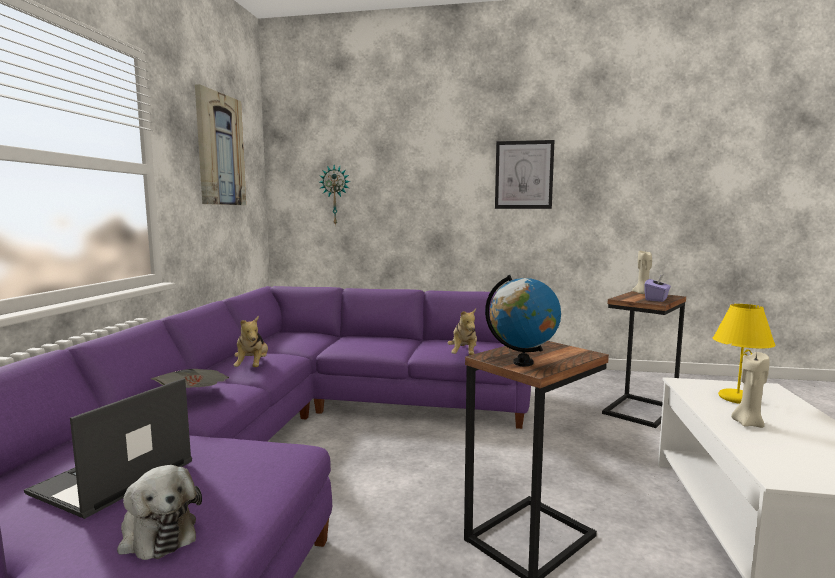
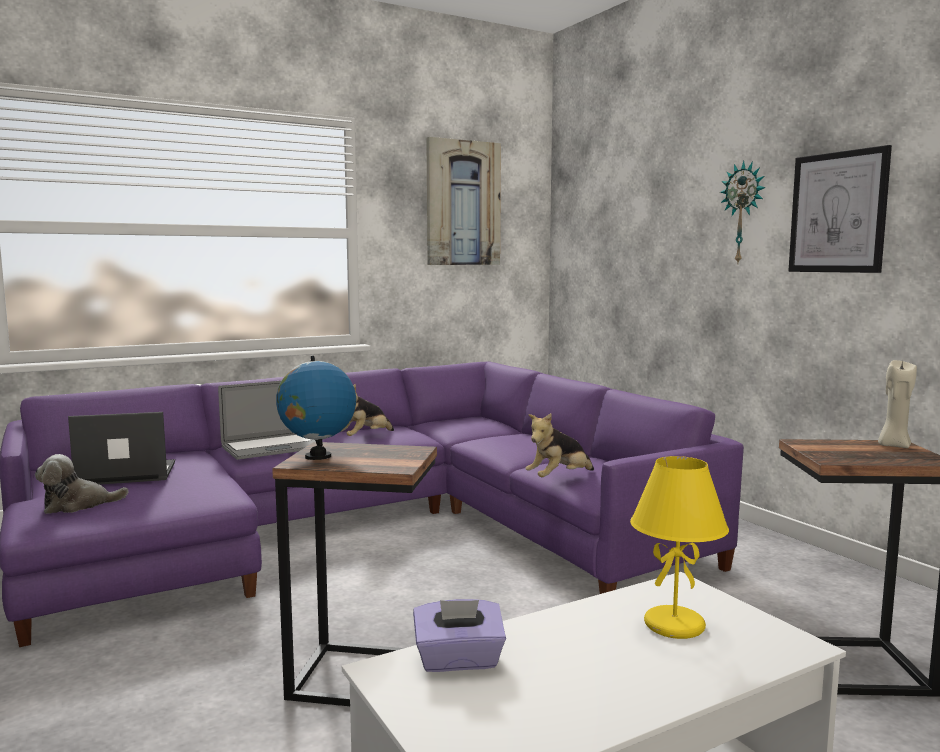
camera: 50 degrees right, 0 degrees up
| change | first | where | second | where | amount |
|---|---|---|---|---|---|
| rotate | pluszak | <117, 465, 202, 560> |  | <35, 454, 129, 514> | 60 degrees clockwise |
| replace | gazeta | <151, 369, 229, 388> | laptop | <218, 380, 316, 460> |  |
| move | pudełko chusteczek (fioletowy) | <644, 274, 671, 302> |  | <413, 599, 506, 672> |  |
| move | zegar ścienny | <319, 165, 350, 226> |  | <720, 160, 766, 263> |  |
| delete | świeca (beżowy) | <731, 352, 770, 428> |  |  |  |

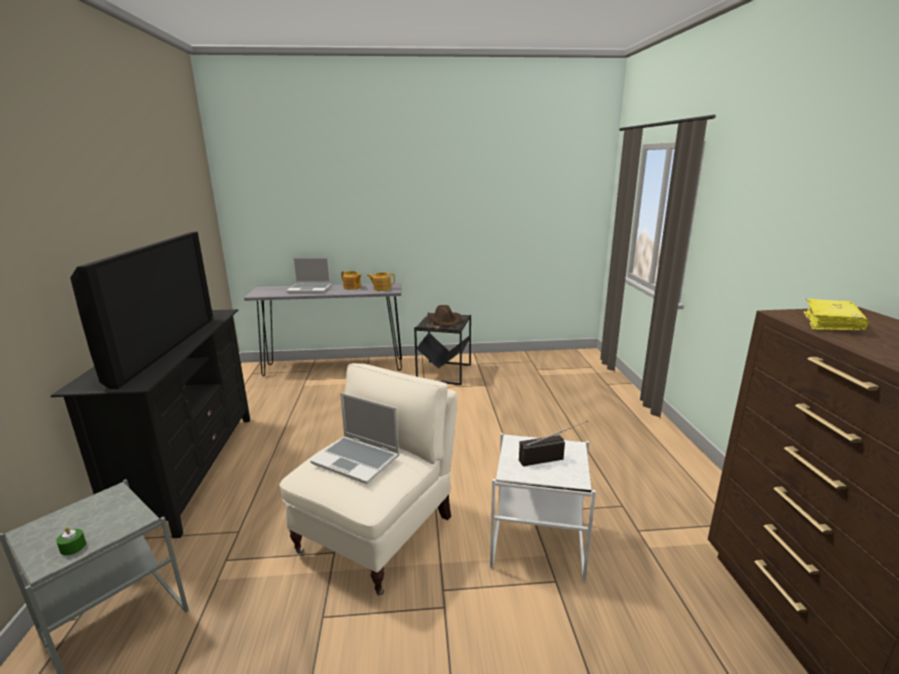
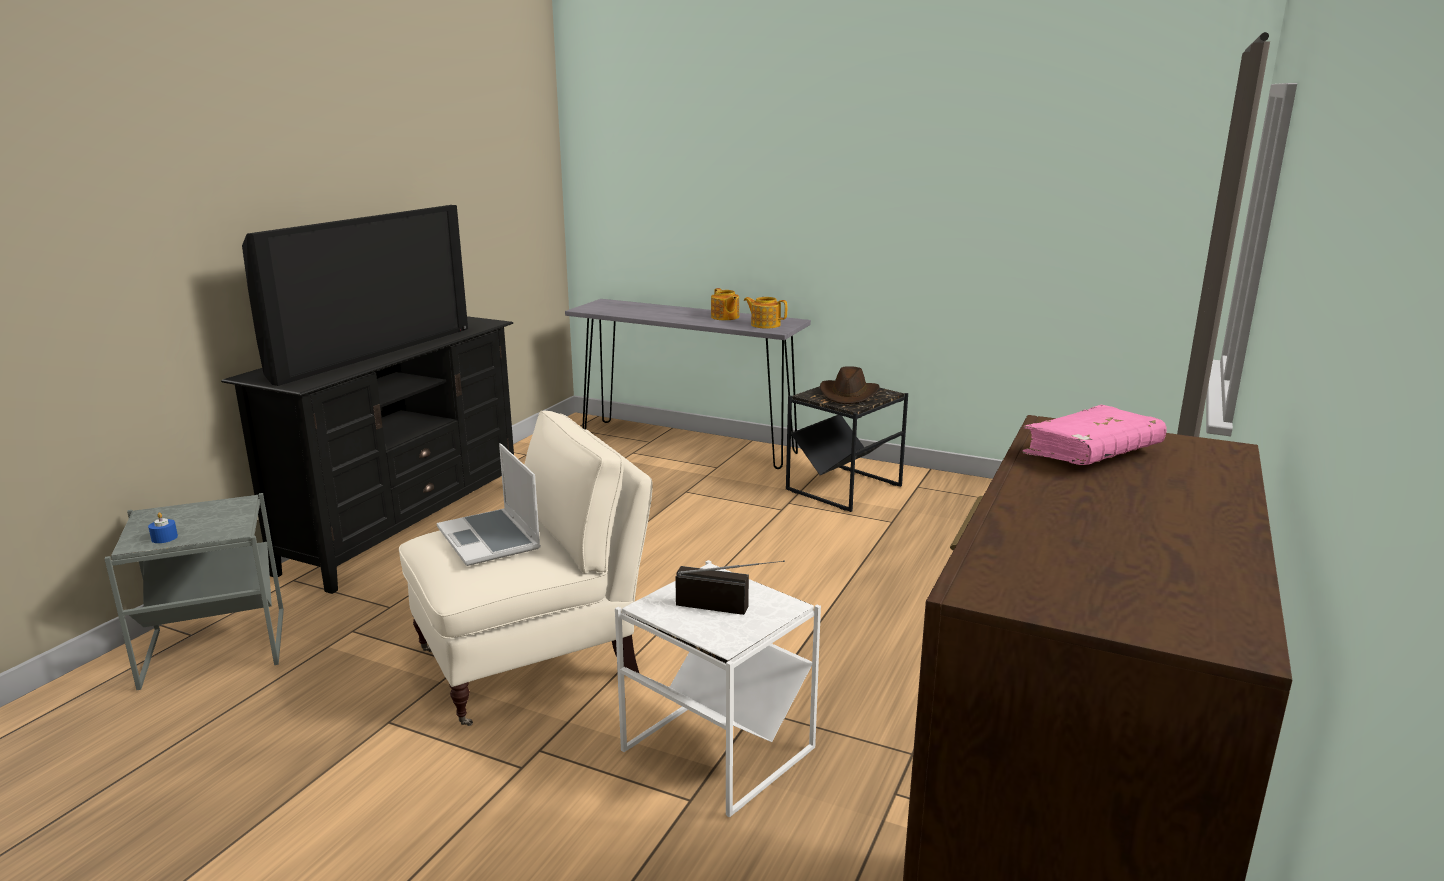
camera: 30 degrees right, 0 degrees up
| change | first | where | second | where | amount |
|---|---|---|---|---|---|
| recolor | świeca (zielony) | <56, 527, 86, 556> | świeca (niebieski) | <148, 512, 178, 543> |  |
| recolor | książka (żółty) | <803, 299, 869, 331> | książka (różowy) | <1023, 405, 1167, 465> |  |
| delete | laptop | <286, 257, 331, 293> |  |  |  |

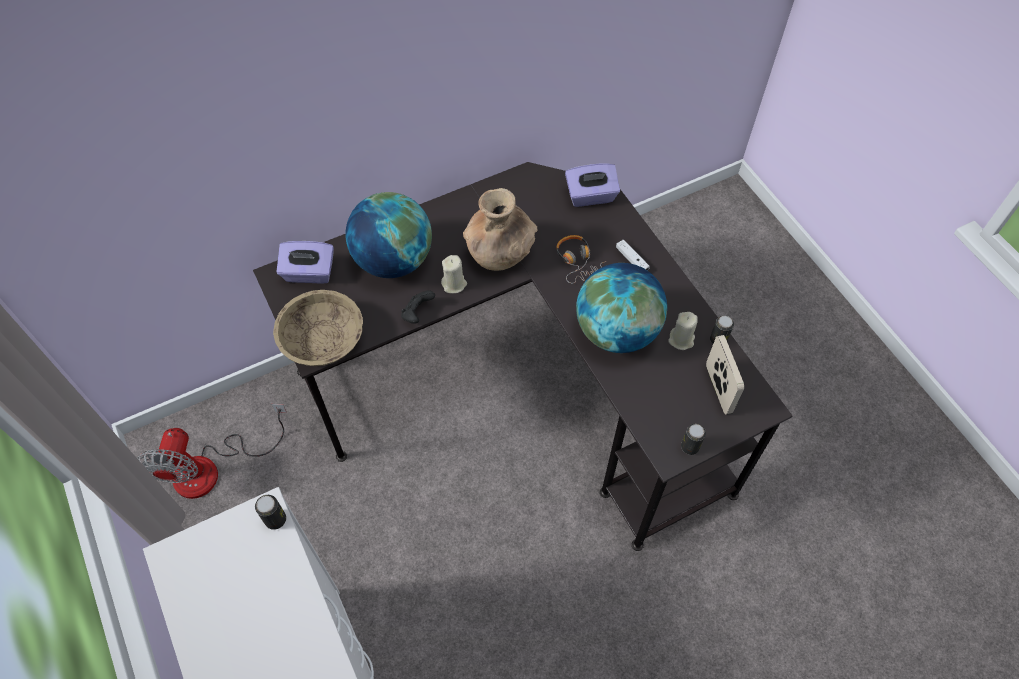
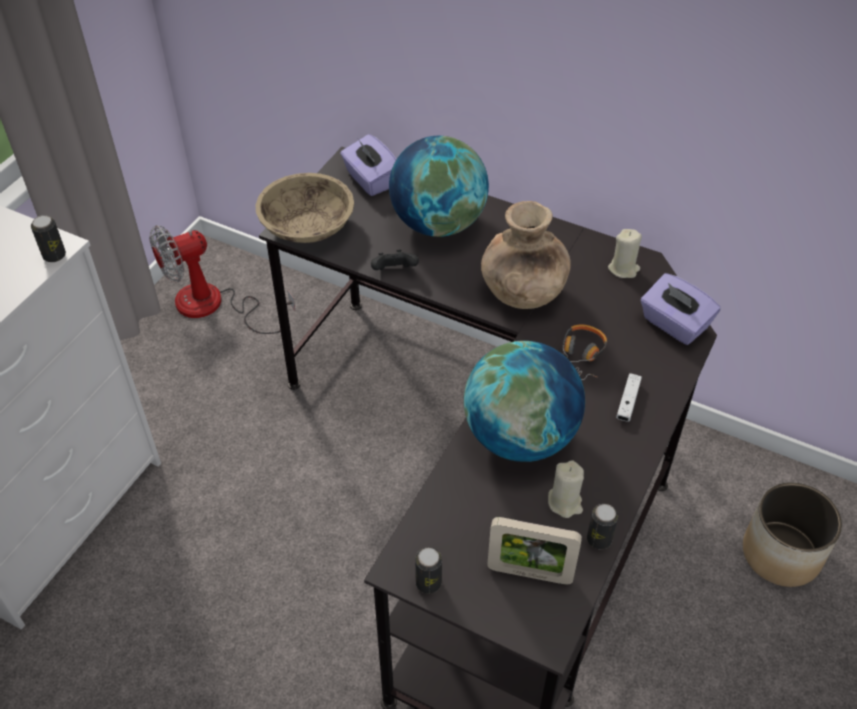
camera: 55 degrees right, 10 degrees down
| change | first | where | second | where | amount |
|---|---|---|---|---|---|
| rotate | ramka na zdjęcie | <706, 335, 744, 415> |  | <487, 517, 582, 585> | 60 degrees clockwise |
| move | świeca (beżowy) | <441, 255, 467, 293> |  | <608, 229, 642, 278> |  |
| insert |  |  | donica | <743, 482, 842, 587> |  |

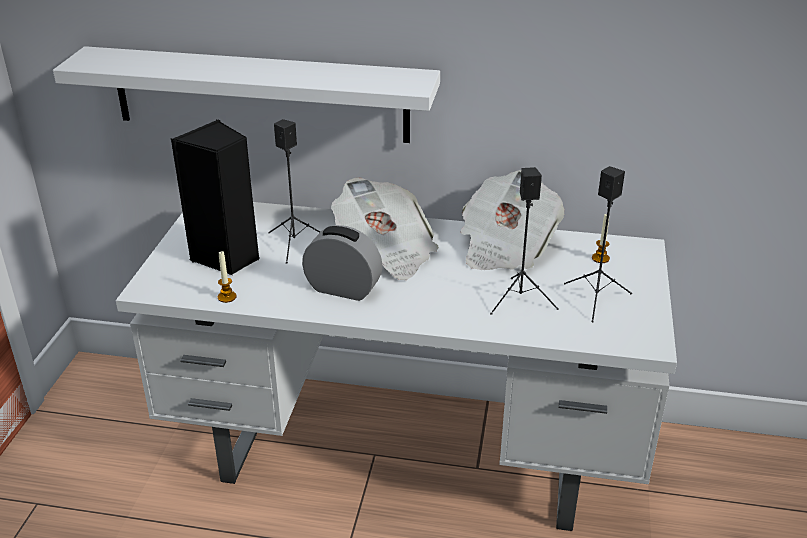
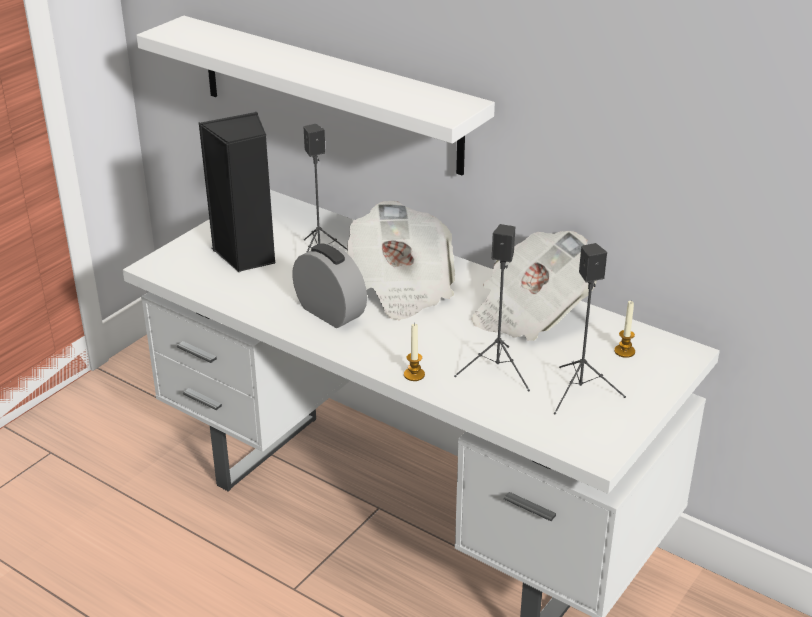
camera: 25 degrees right, 0 degrees up
| change | first | where | second | where | amount |
|---|---|---|---|---|---|
| move | świeca | <218, 251, 237, 303> |  | <404, 323, 425, 381> |  |

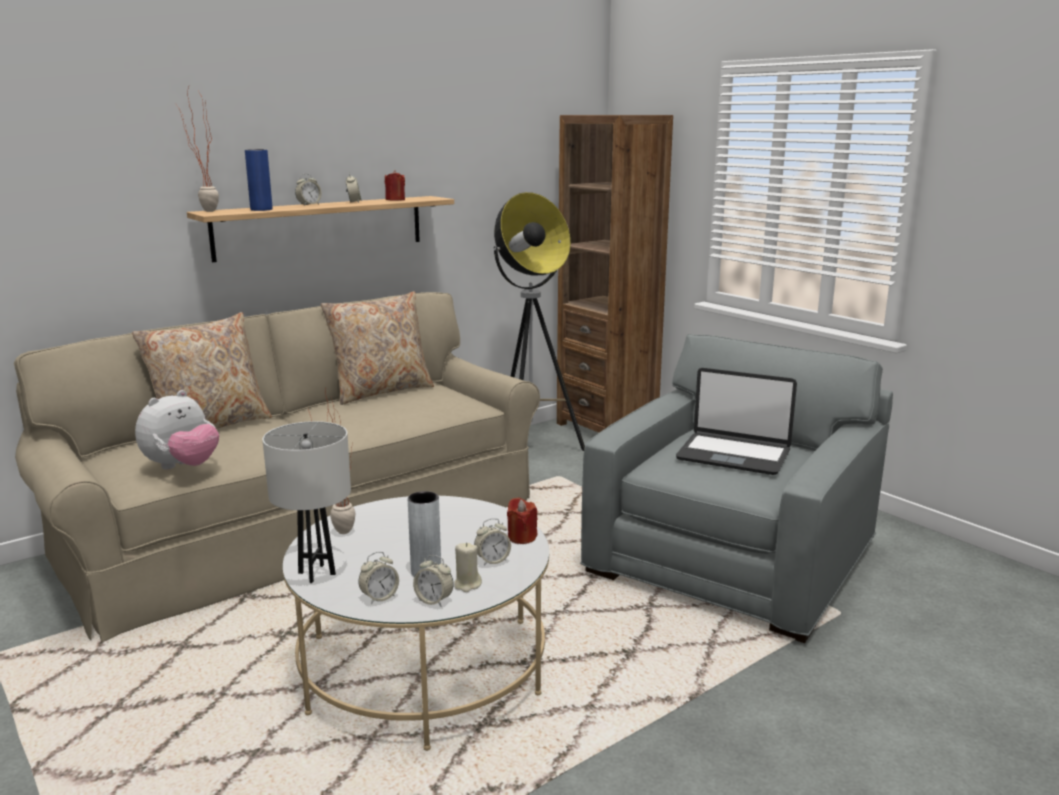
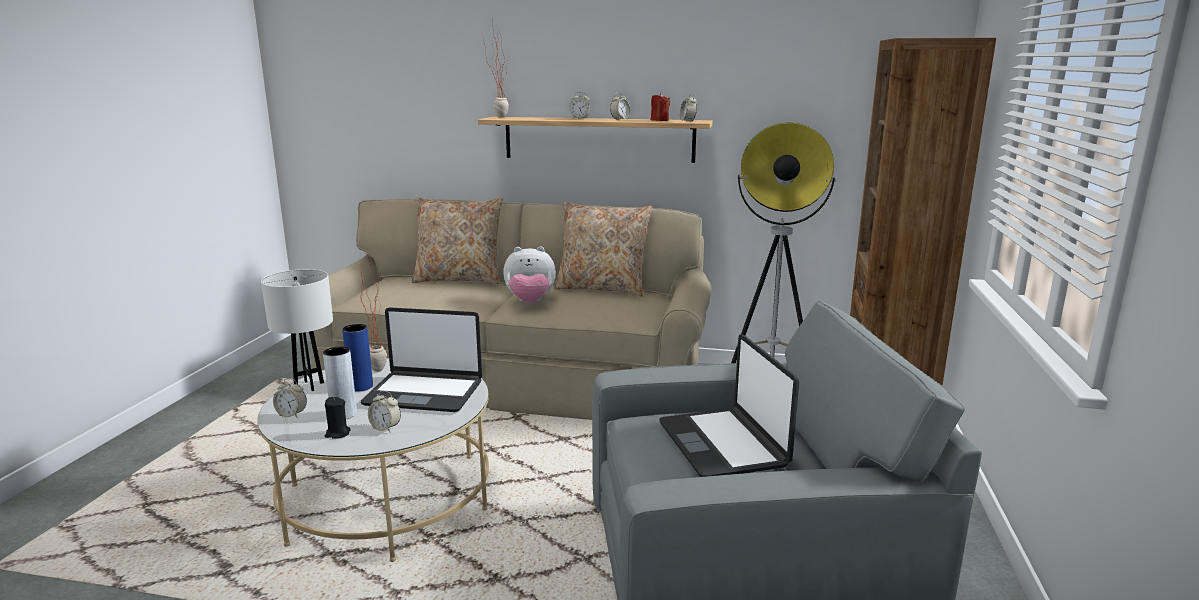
camera: 50 degrees right, 0 degrees up
| change | first | where | second | where | amount |
|---|---|---|---|---|---|
| recolor | świeca (beżowy) | <454, 543, 482, 592> | świeca (czarny) | <325, 397, 351, 439> |  |
| move | wazon (niebieski) | <245, 149, 273, 211> |  | <342, 324, 373, 391> |  |
| insert |  |  | laptop | <361, 307, 482, 412> |  |
| move | pluszak | <135, 390, 219, 470> |  | <503, 246, 556, 303> |  |
| move | budzik | <413, 555, 454, 606> |  | <680, 93, 697, 122> |  |
| delete | świeca (czerwony) | <507, 498, 538, 544> |  |  |  |

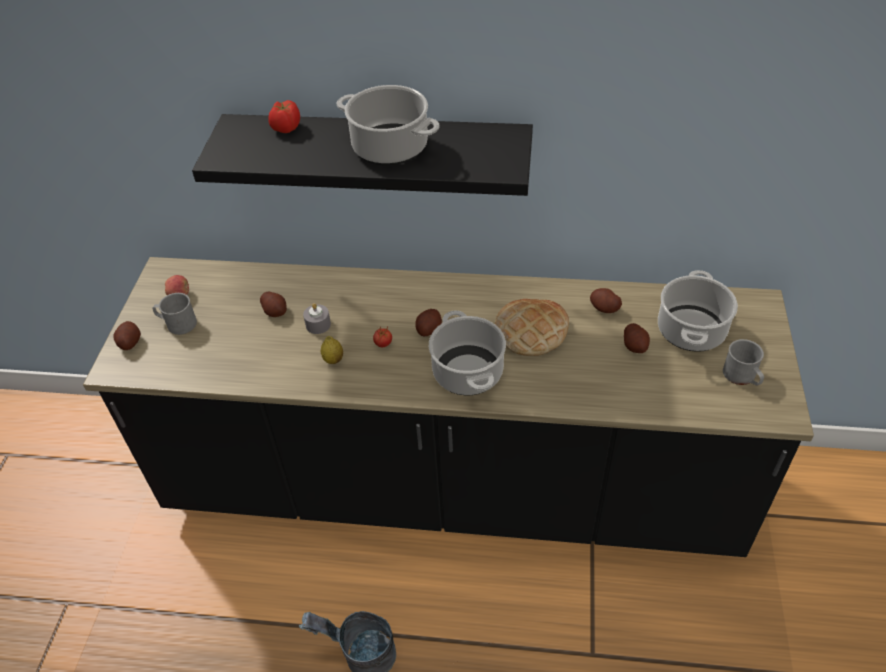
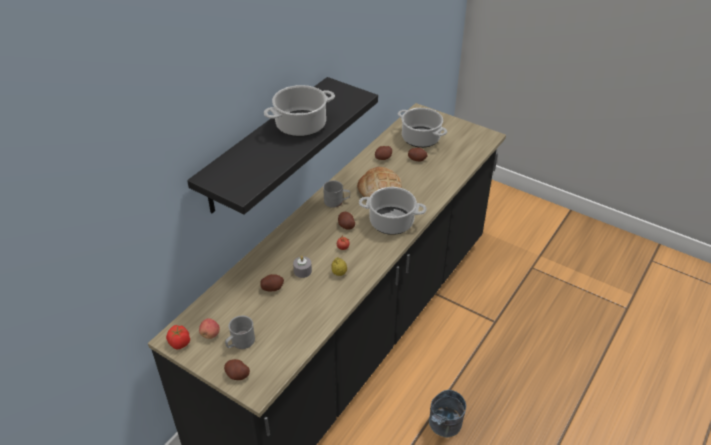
camera: 65 degrees left, 5 degrees down
| change | first | where | second | where | amount |
|---|---|---|---|---|---|
| move | pomidor | <268, 100, 300, 133> |  | <166, 325, 190, 349> |  |
| move | kubek (szary) | <723, 339, 764, 386> |  | <323, 180, 350, 208> |  |

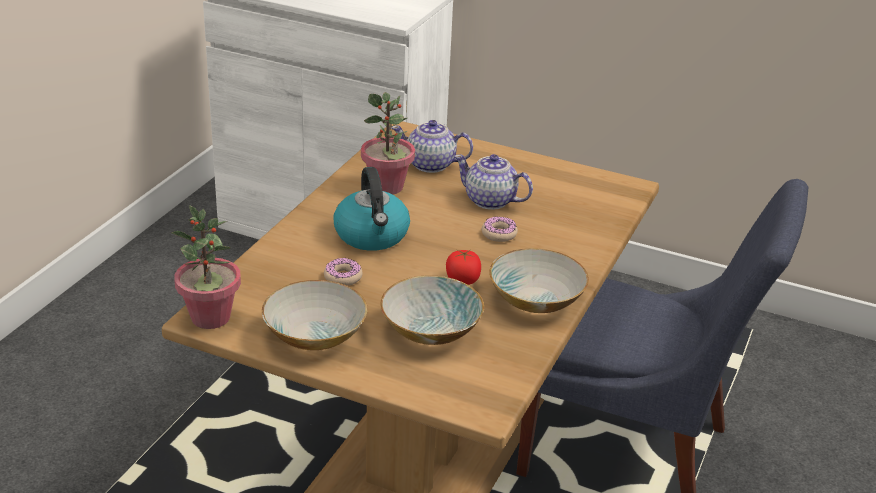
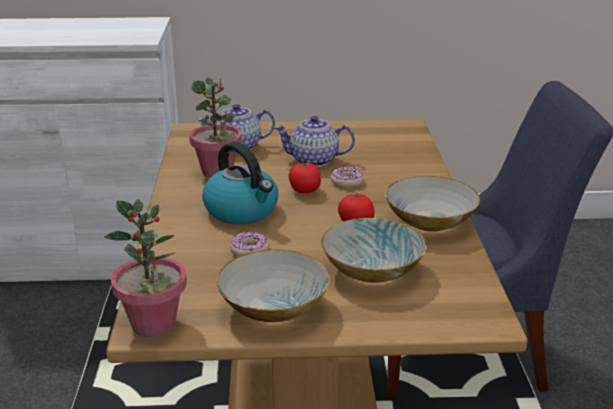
camera: 25 degrees left, 5 degrees down
| change | first | where | second | where | amount |
|---|---|---|---|---|---|
| insert |  |  | pomidor | <289, 162, 321, 193> |  |

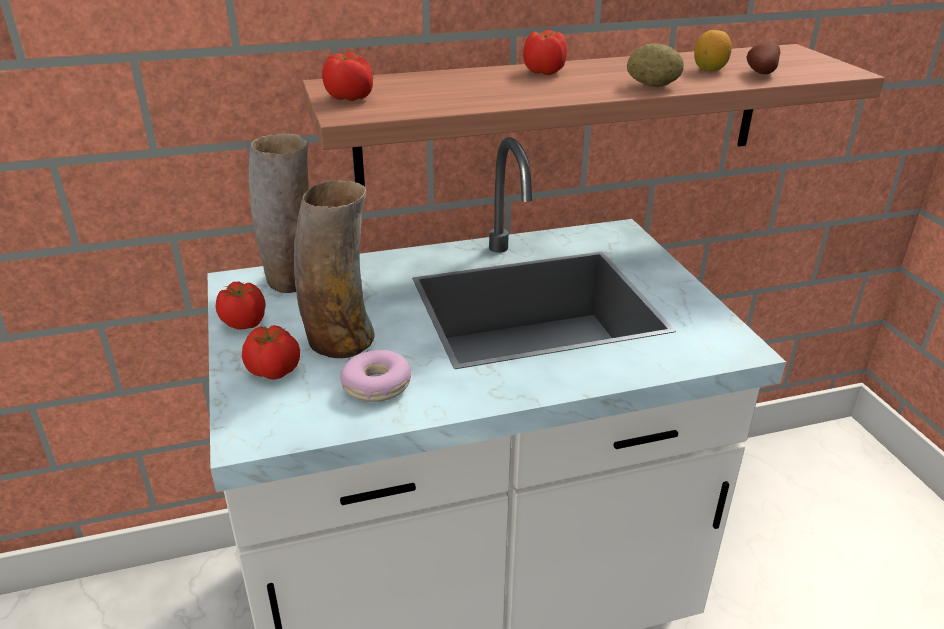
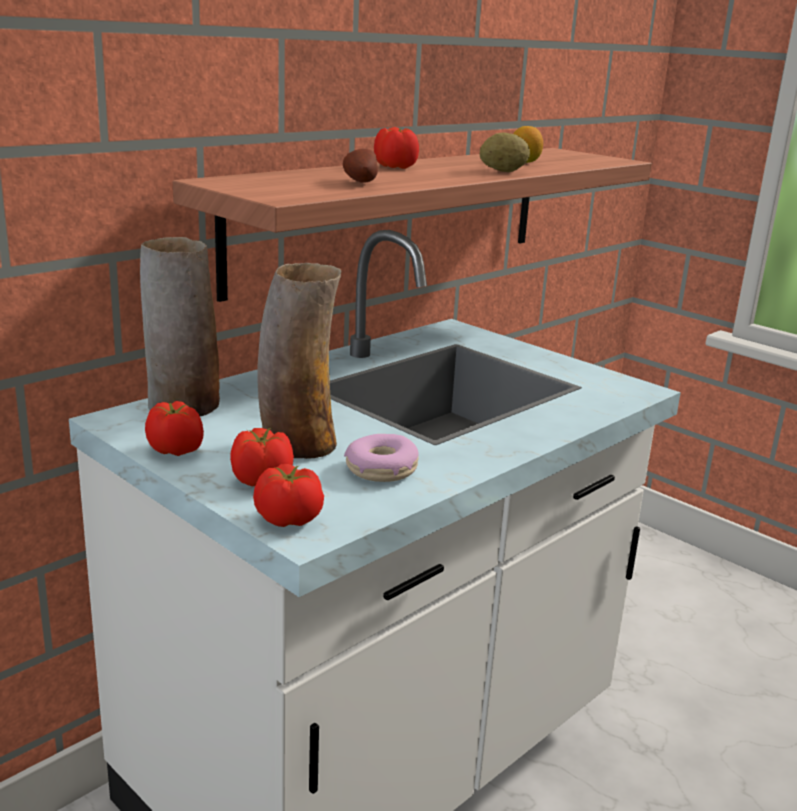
camera: 30 degrees left, 10 degrees down
| change | first | where | second | where | amount |
|---|---|---|---|---|---|
| move | pomidor | <322, 52, 373, 101> |  | <253, 464, 324, 527> |  |
| move | ziemniak | <746, 42, 780, 74> |  | <343, 149, 378, 183> |  |

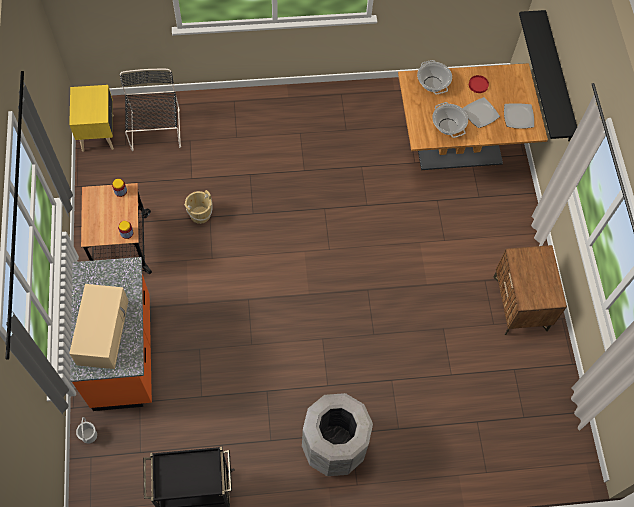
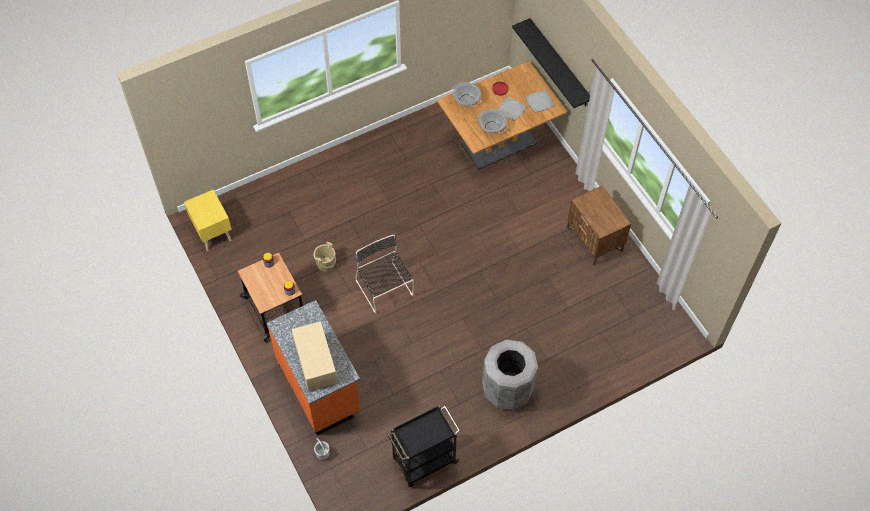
camera: 20 degrees left, 5 degrees down
| change | first | where | second | where | amount |
|---|---|---|---|---|---|
| move | krzesło (czarny) | <120, 69, 181, 151> |  | <355, 235, 414, 313> |  |

